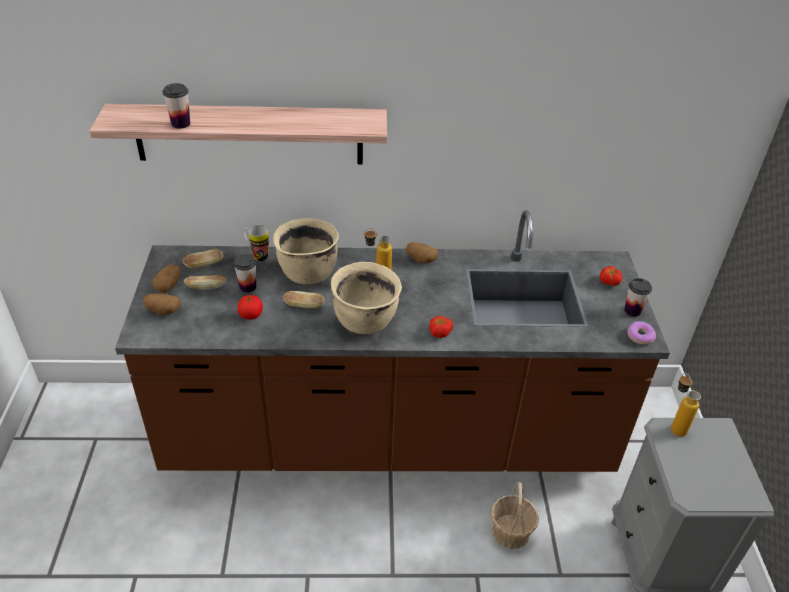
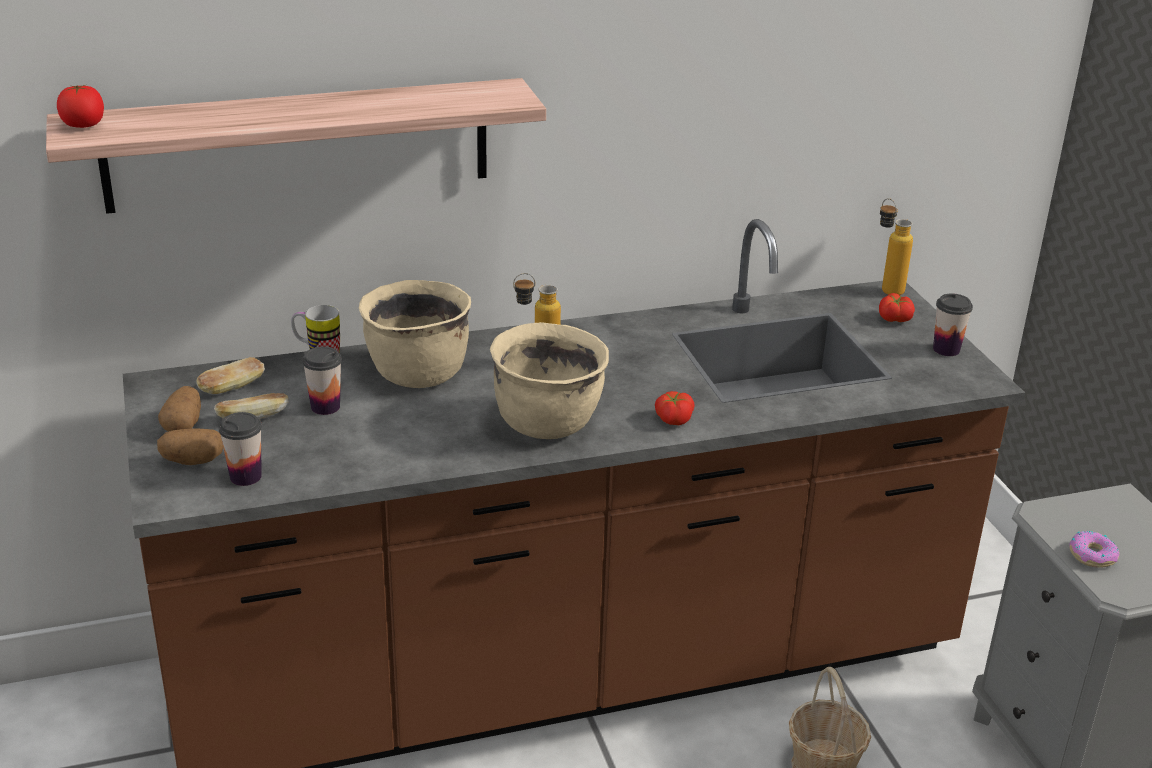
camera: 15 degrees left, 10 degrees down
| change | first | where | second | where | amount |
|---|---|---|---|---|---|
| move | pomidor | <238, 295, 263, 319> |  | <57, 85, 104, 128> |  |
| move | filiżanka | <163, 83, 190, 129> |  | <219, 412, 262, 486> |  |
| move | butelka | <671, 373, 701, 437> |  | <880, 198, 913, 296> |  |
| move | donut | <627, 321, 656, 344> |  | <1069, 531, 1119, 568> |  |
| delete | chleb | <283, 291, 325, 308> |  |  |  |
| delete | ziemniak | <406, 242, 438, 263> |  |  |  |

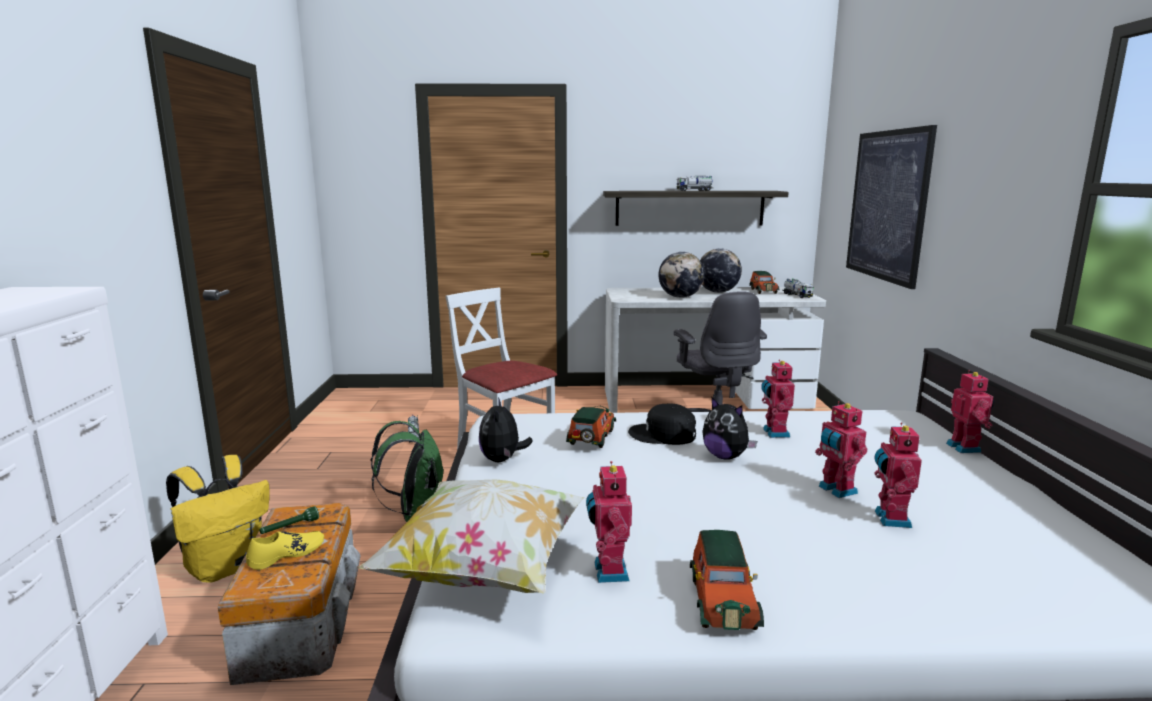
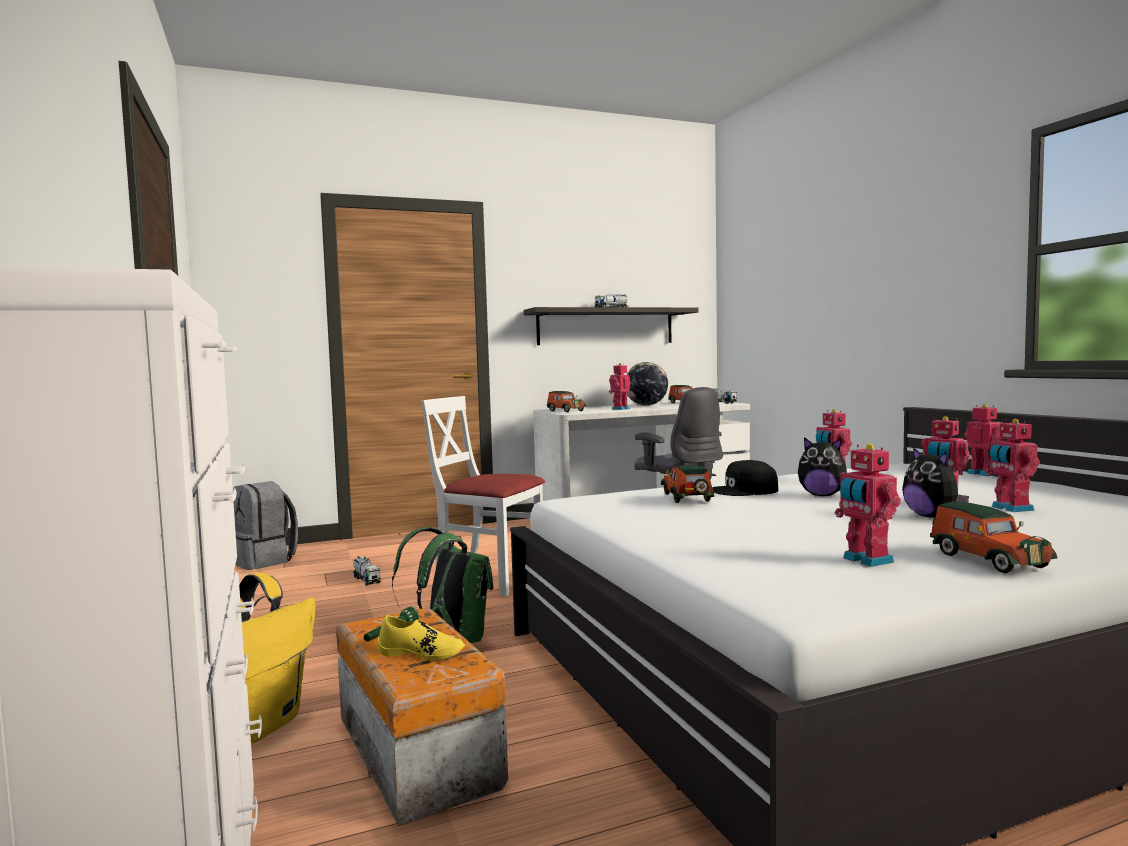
camera: 20 degrees left, 10 degrees down
| change | first | where | second | where | amount |
|---|---|---|---|---|---|
| insert |  |  | plecak (szary) | <234, 481, 298, 570> |  |
| rotate | but (żółty) | <246, 531, 324, 570> |  | <377, 615, 465, 661> | 75 degrees clockwise |
| insert |  |  | samochodzik | <547, 391, 586, 412> |  |
| replace | globus | <659, 252, 705, 298> | robot zabawkowy | <609, 363, 630, 410> |  |
| move | pluszak | <479, 397, 533, 462> |  | <902, 447, 969, 518> |  |
| delete | poduszka | <358, 480, 584, 593> |  |  |  |
| delete | obraz | <846, 125, 937, 289> |  |  |  |

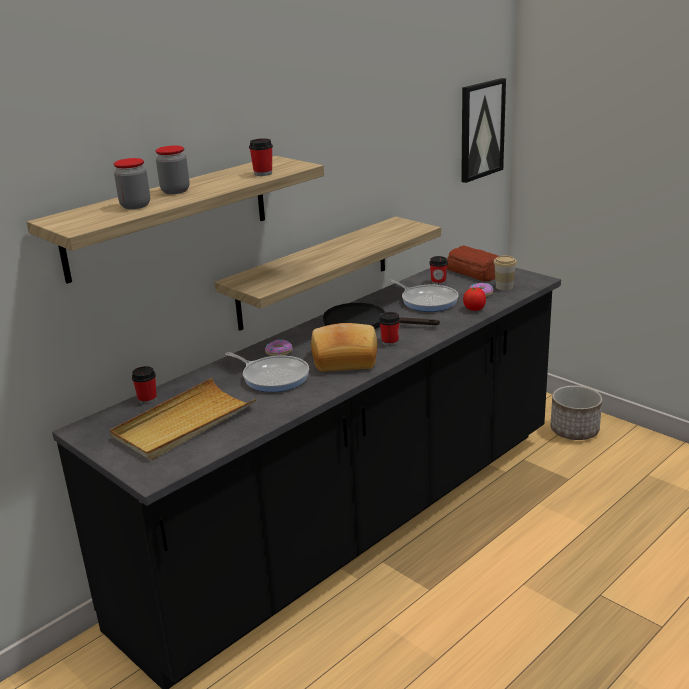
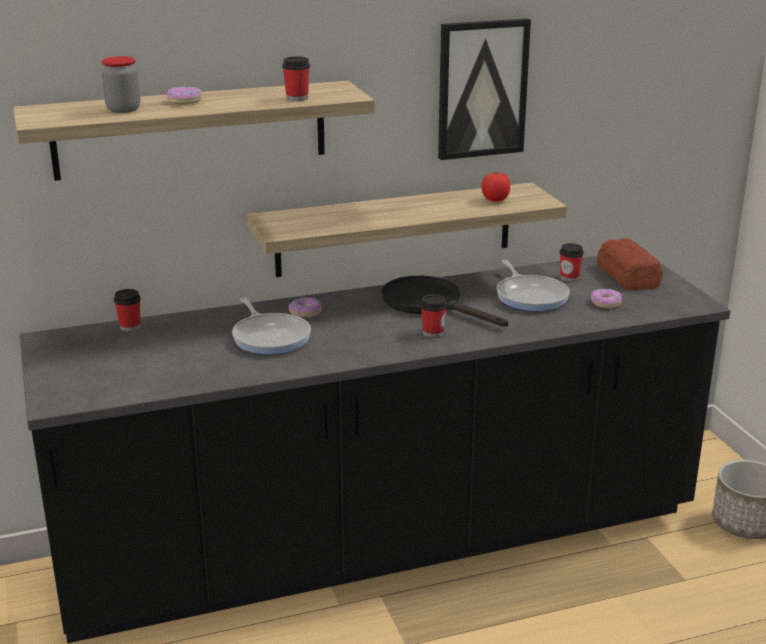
camera: 25 degrees right, 0 degrees up
| change | first | where | second | where | amount |
|---|---|---|---|---|---|
| replace | słoik | <156, 146, 190, 194> | donut | <167, 86, 202, 105> |  |
| move | obraz | <461, 78, 506, 183> |  | <438, 18, 531, 160> |  |
| move | pomidor | <463, 287, 486, 311> |  | <482, 172, 510, 202> |  |
| delete | taca (beżowy) | <110, 378, 256, 460> |  |  |  |
| delete | chleb | <311, 323, 377, 372> |  |  |  |
| delete | filiżanka | <494, 256, 517, 290> |  |  |  |

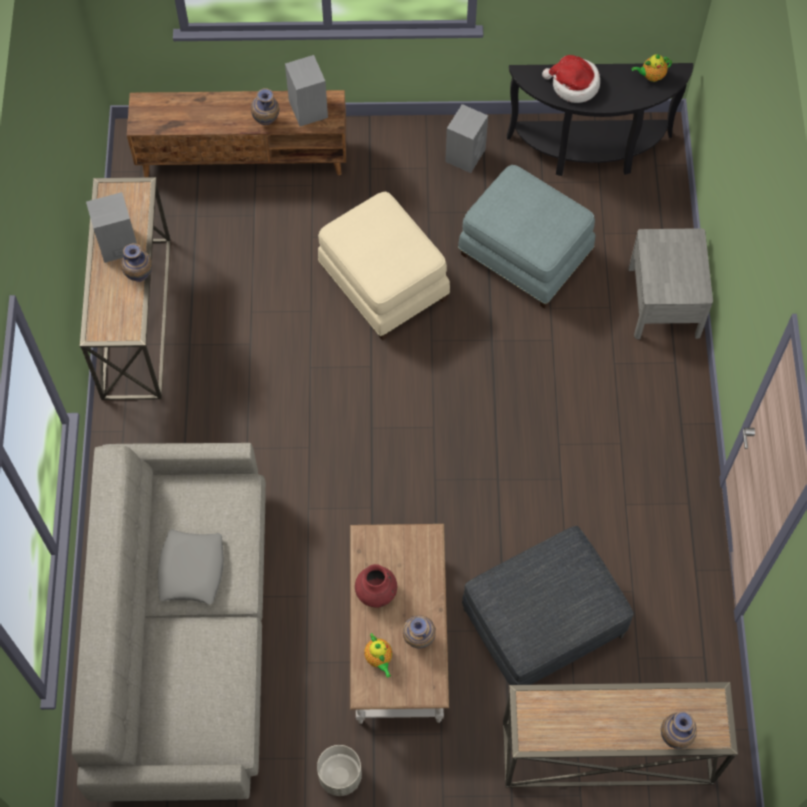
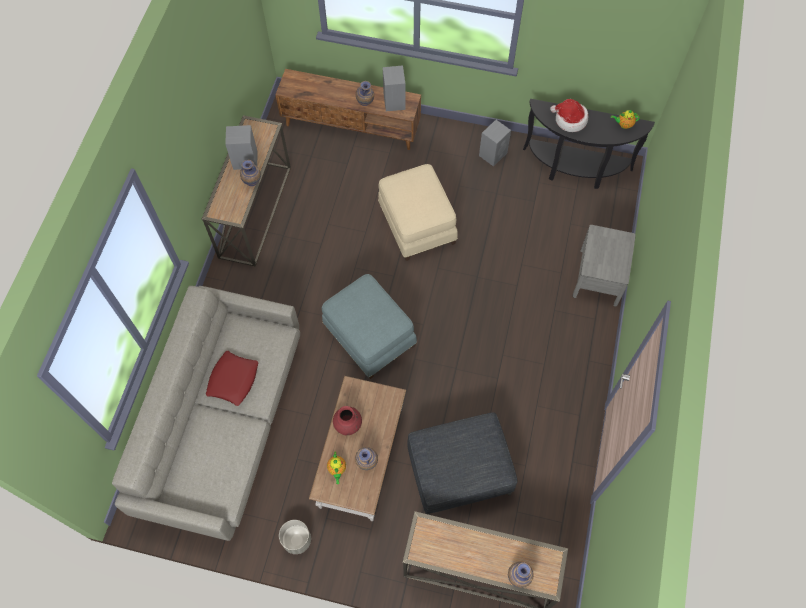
camera: 15 degrees right, 0 degrees up
| change | first | where | second | where | amount |
|---|---|---|---|---|---|
| recolor | poduszka (szary) | <158, 529, 224, 604> | poduszka (czerwony) | <206, 351, 258, 406> |  |
| move | pufa (niebieski) | <458, 165, 595, 309> |  | <322, 274, 417, 379> |  |

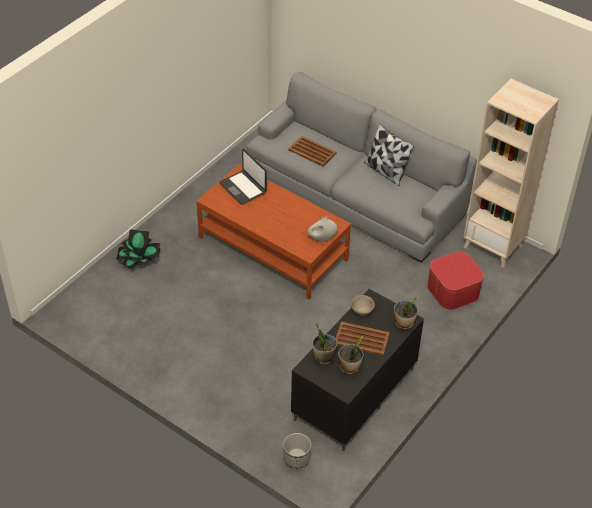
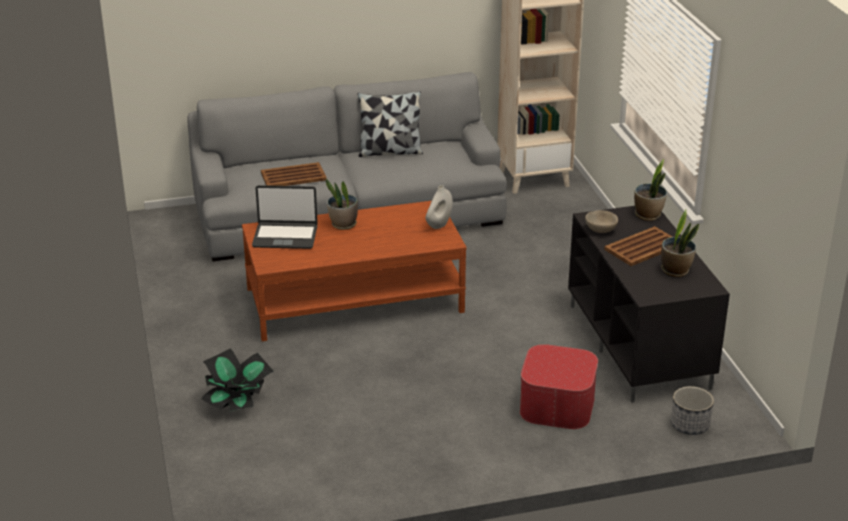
camera: 50 degrees left, 15 degrees down
| change | first | where | second | where | amount |
|---|---|---|---|---|---|
| move | roślina doniczkowa | <312, 323, 337, 364> |  | <326, 179, 358, 230> |  |
| move | pufa | <427, 251, 484, 310> |  | <520, 344, 598, 429> |  |

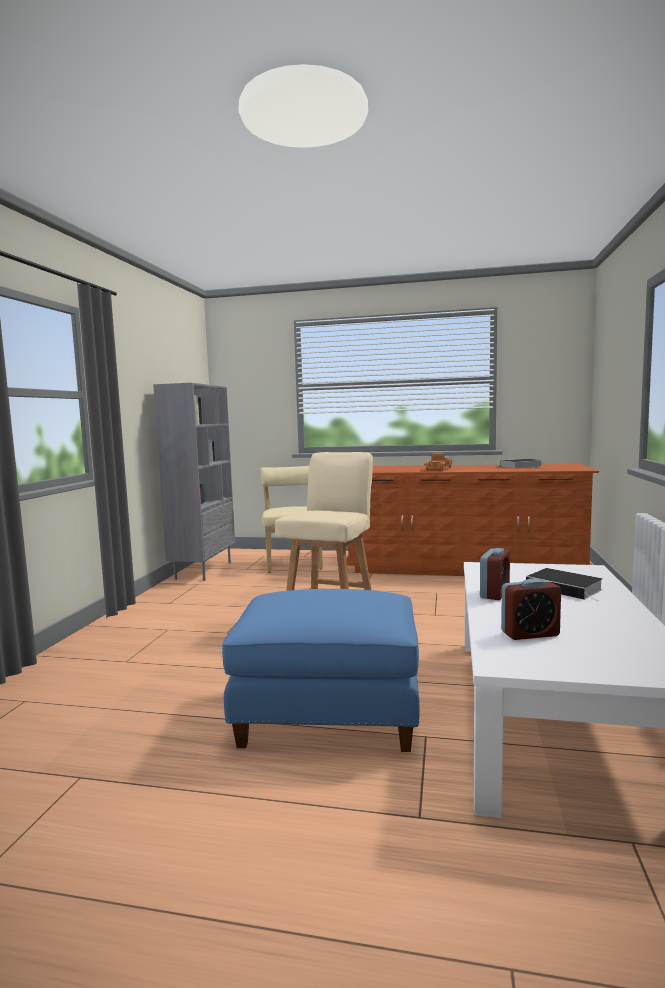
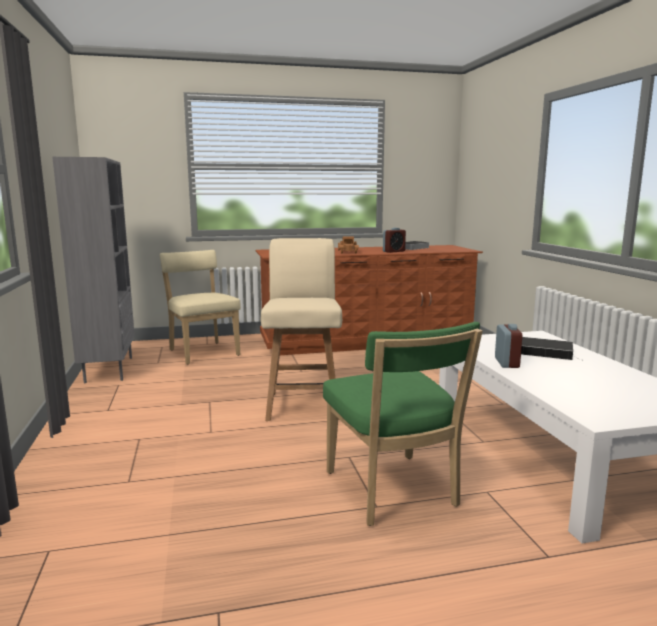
camera: 25 degrees left, 5 degrees up
| change | first | where | second | where | amount |
|---|---|---|---|---|---|
| replace | pufa (niebieski) | <222, 589, 419, 752> | krzesło (zielony) | <323, 322, 483, 526> |  |
| move | budzik | <501, 578, 561, 640> |  | <383, 228, 406, 253> |  |

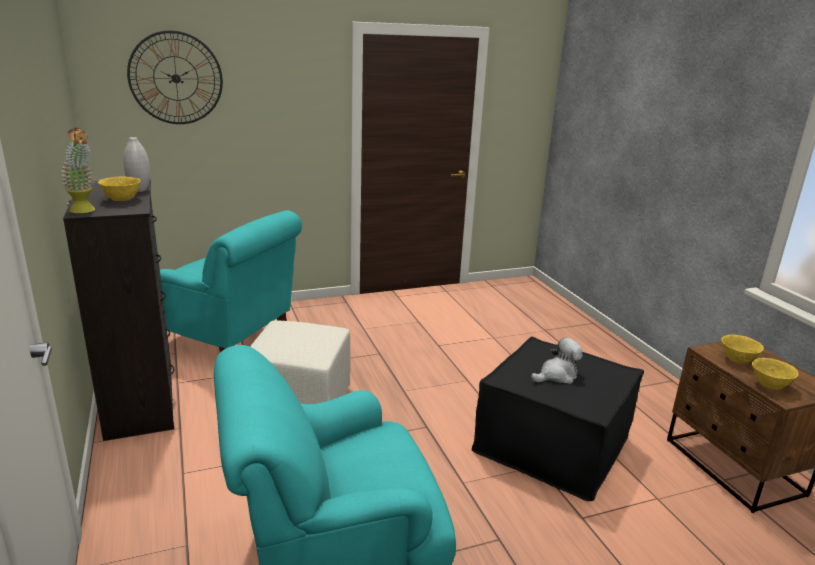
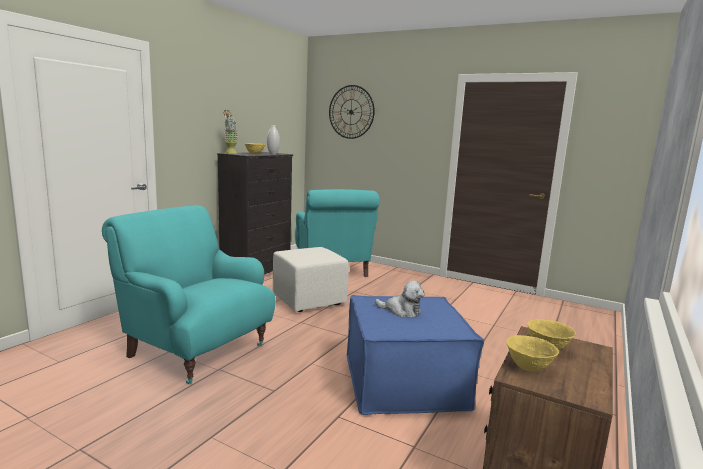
camera: 50 degrees right, 10 degrees down
| change | first | where | second | where | amount |
|---|---|---|---|---|---|
| recolor | pufa (czarny) | <472, 336, 644, 501> | pufa (niebieski) | <347, 295, 484, 415> |  |

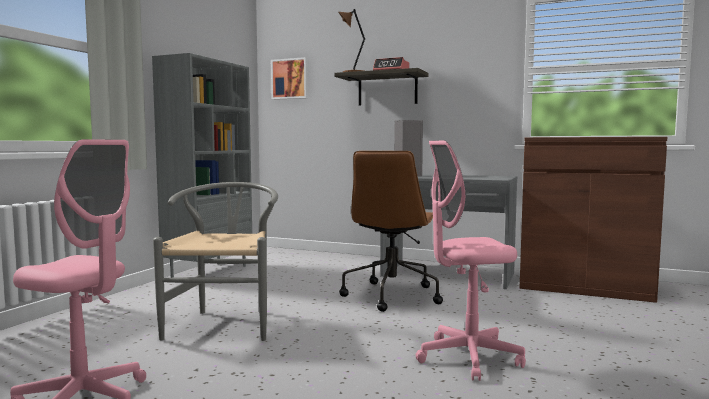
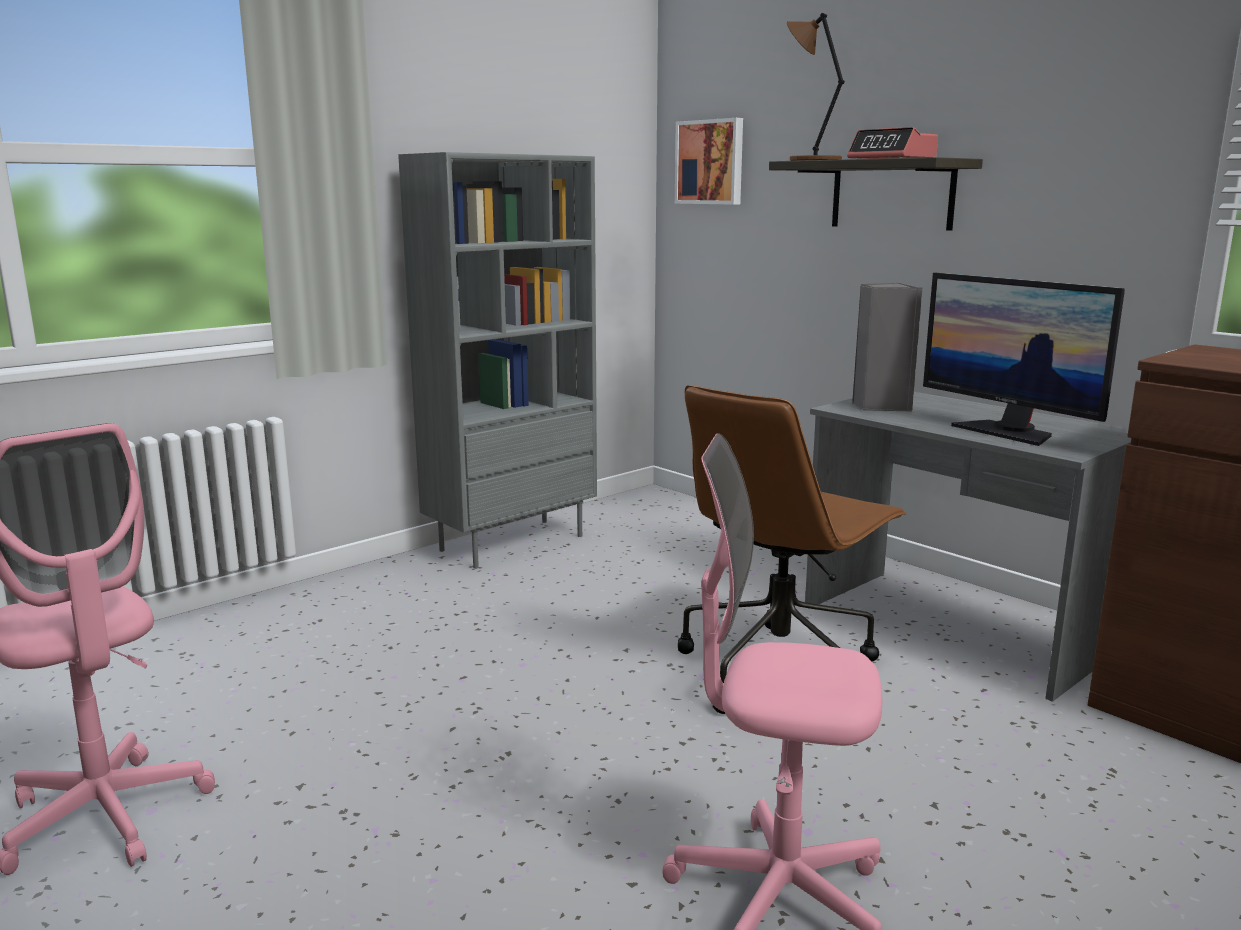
camera: 25 degrees right, 10 degrees up
| change | first | where | second | where | amount |
|---|---|---|---|---|---|
| insert |  |  | monitor | <923, 273, 1125, 446> |  |
| delete | krzesło (szary) | <153, 182, 278, 341> |  |  |  |

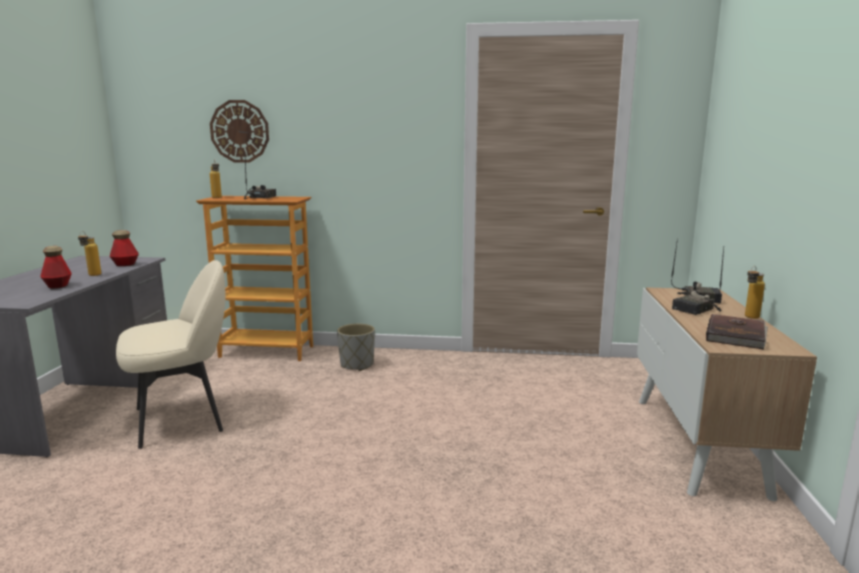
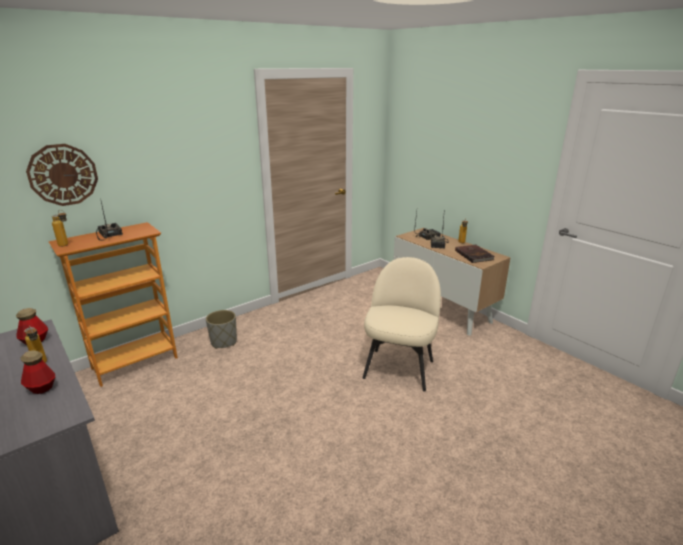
camera: 45 degrees left, 10 degrees up
| change | first | where | second | where | amount |
|---|---|---|---|---|---|
| move | krzesło (beżowy) | <116, 260, 226, 449> |  | <363, 257, 441, 391> |  |

